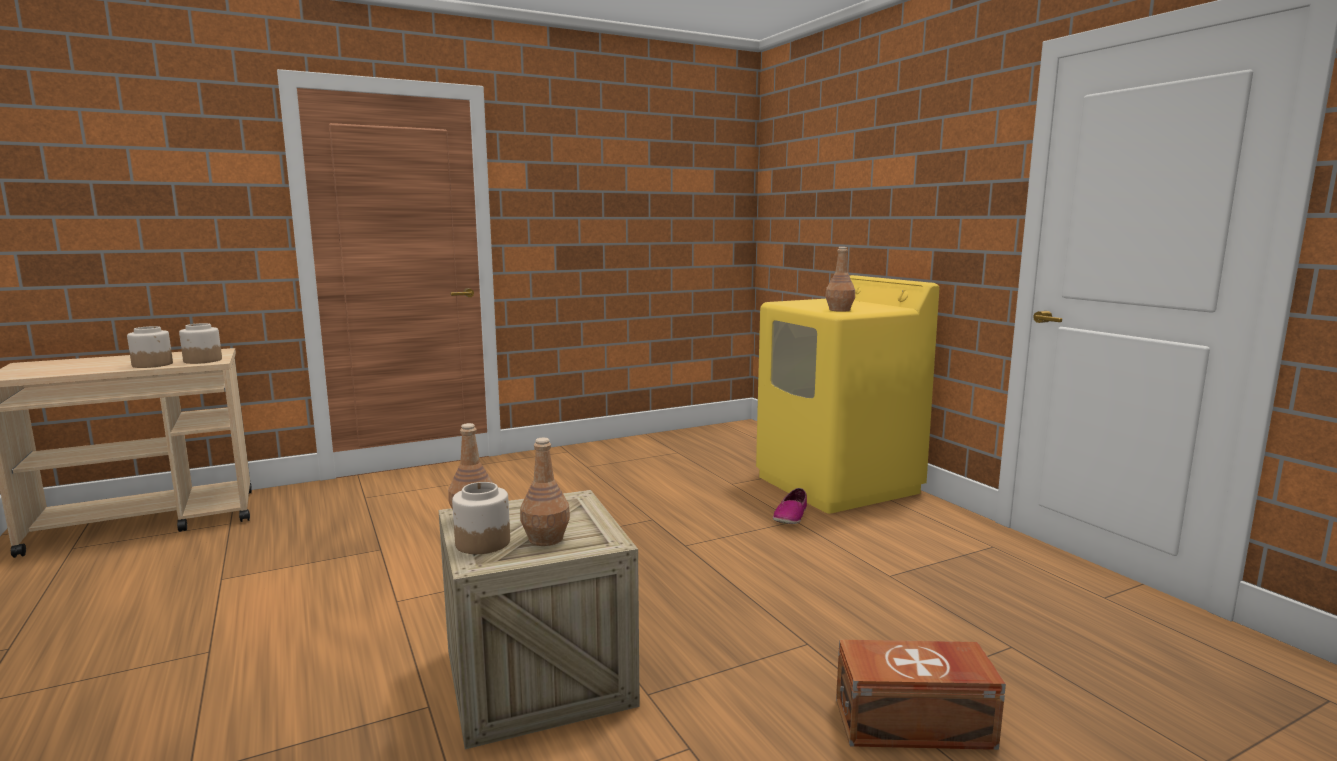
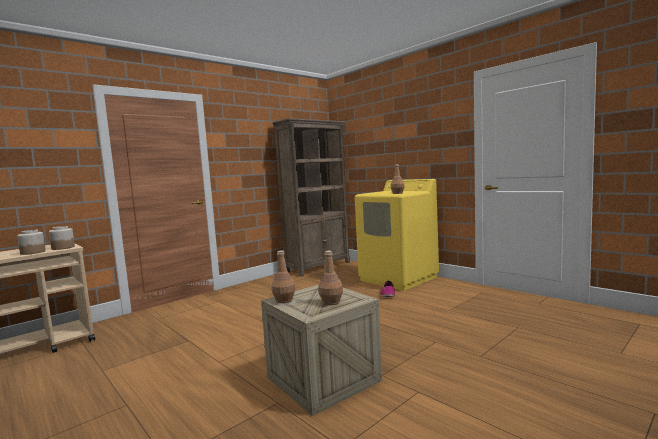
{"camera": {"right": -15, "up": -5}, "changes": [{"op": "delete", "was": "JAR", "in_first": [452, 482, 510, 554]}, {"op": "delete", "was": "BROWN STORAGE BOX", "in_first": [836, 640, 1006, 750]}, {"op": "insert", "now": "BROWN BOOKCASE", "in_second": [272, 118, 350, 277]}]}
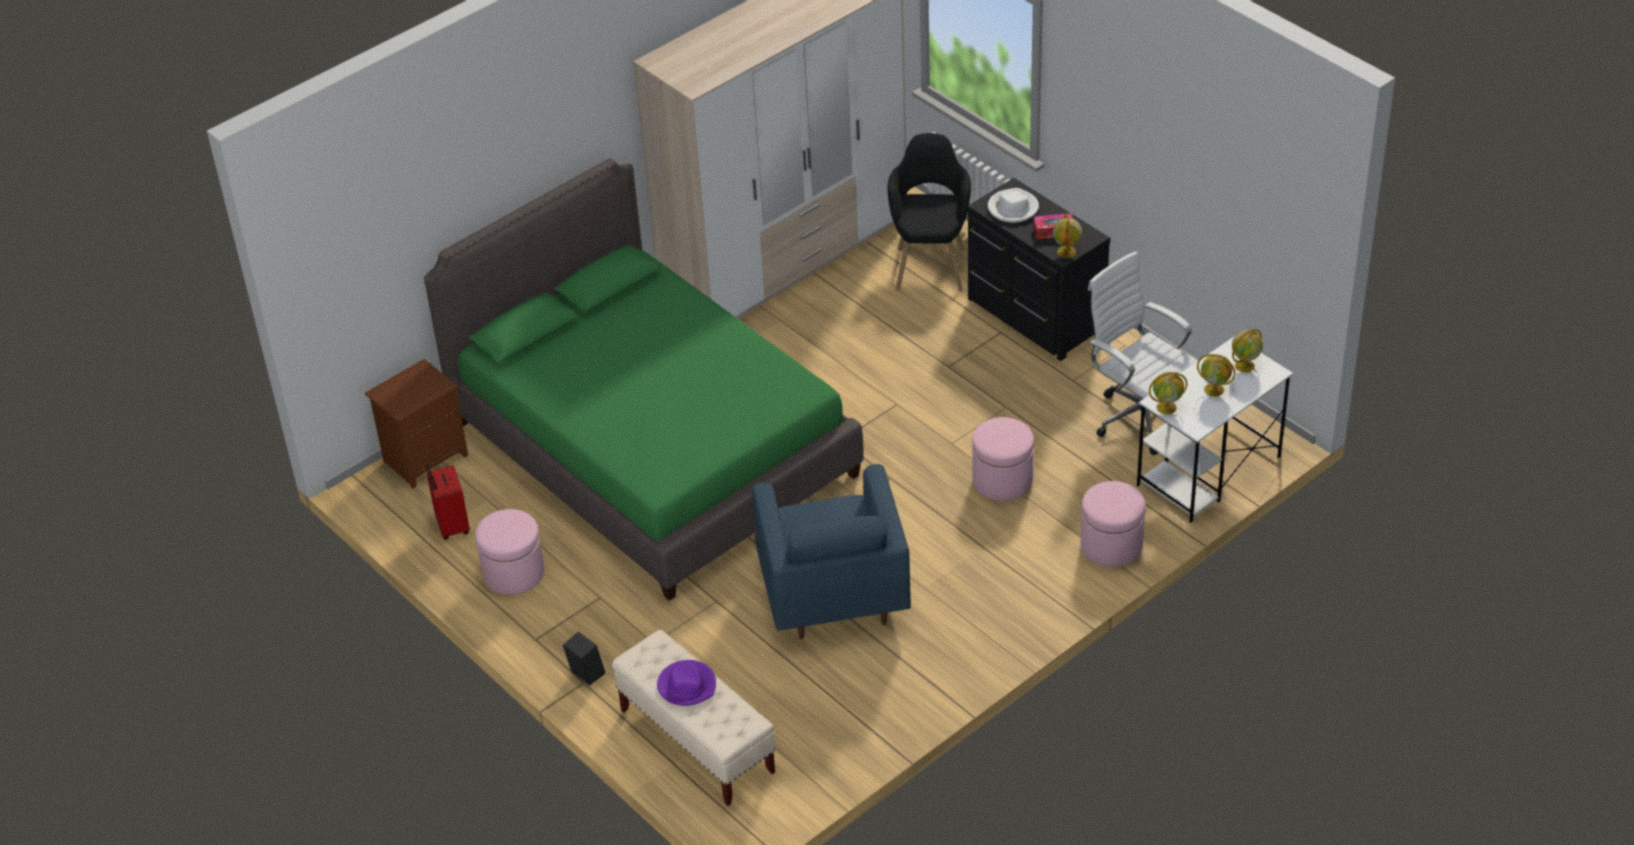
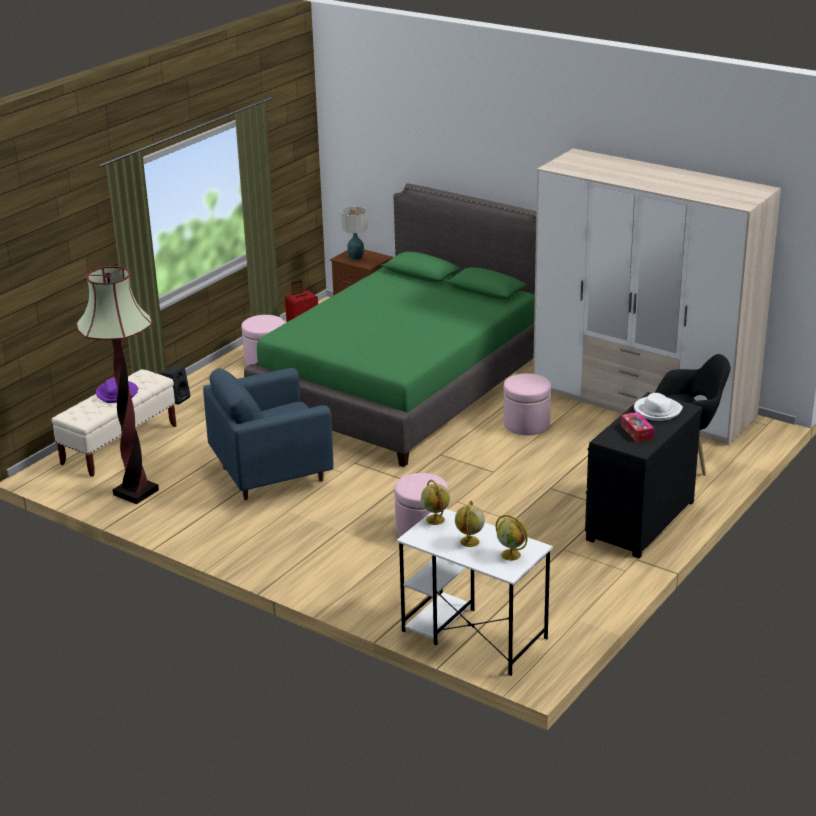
{"camera": {"right": 75, "up": -15}, "changes": [{"op": "delete", "was": "GLOBE", "in_first": [1053, 214, 1082, 258]}, {"op": "move", "was": "PINK OTTOMAN", "in_first": [1081, 481, 1146, 567], "in_second": [503, 373, 551, 435]}, {"op": "delete", "was": "WHITE OFFICE CHAIR", "in_first": [1088, 251, 1198, 455]}, {"op": "insert", "now": "FLOOR LAMP", "in_second": [76, 266, 159, 504]}, {"op": "insert", "now": "TABLE LAMP", "in_second": [341, 206, 368, 260]}]}
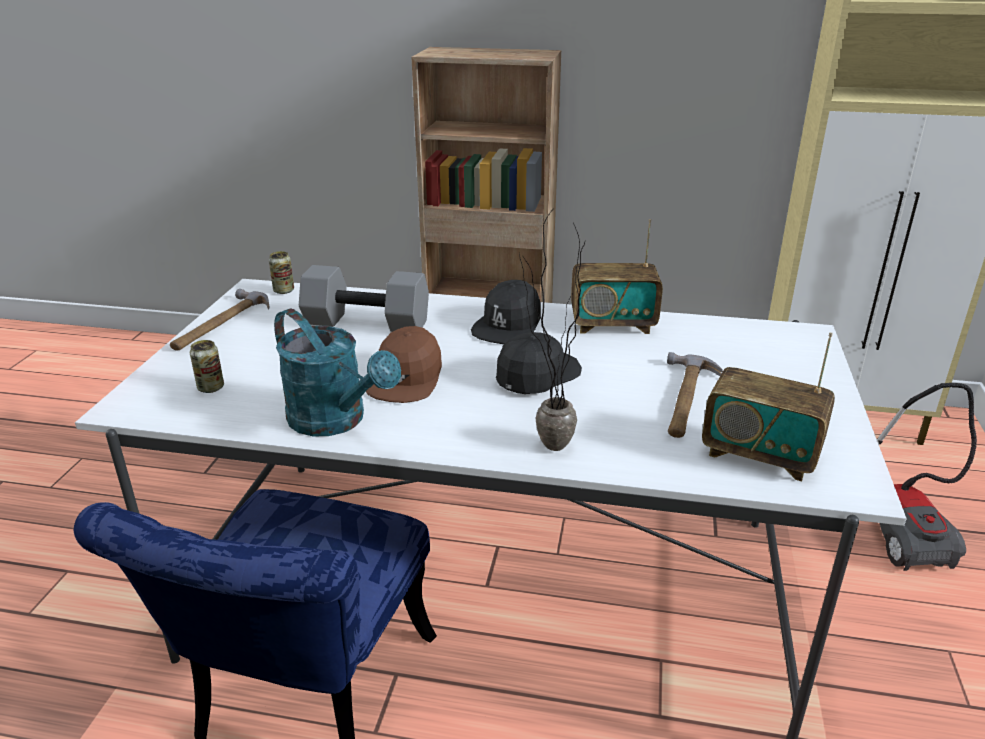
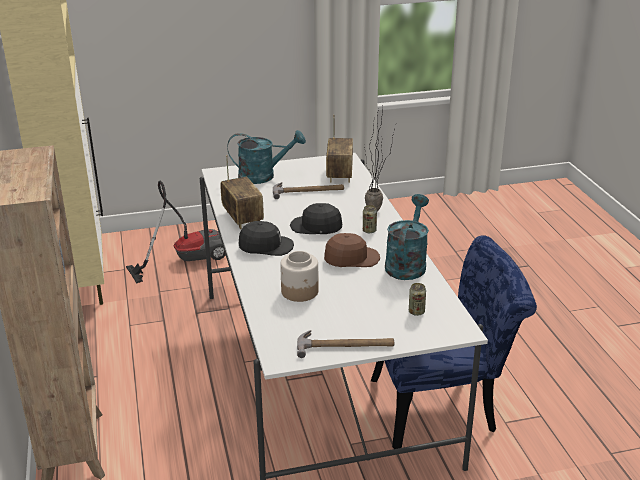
{"camera": {"right": -115, "up": 0}, "changes": [{"op": "move", "was": "CAN", "in_first": [269, 251, 294, 294], "in_second": [363, 205, 377, 233]}, {"op": "replace", "was": "GREY DUMBBELL", "now": "JAR", "in_first": [299, 265, 429, 332], "in_second": [280, 251, 319, 302]}, {"op": "insert", "now": "TURQUOISE WATERING CAN", "in_second": [227, 130, 306, 184]}]}
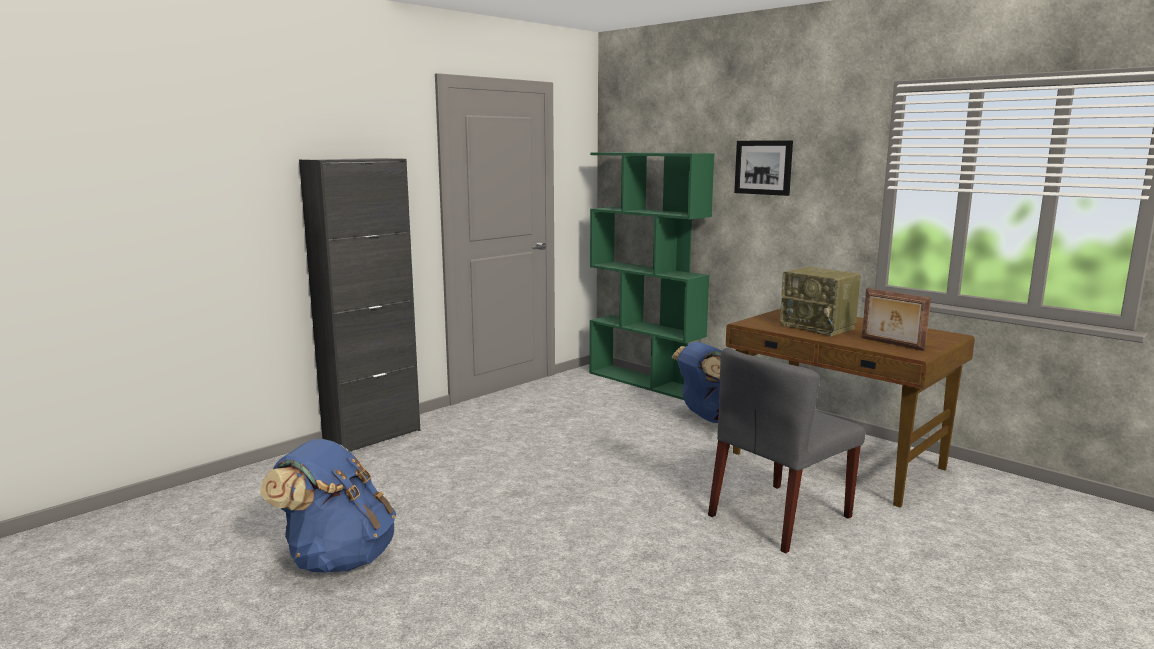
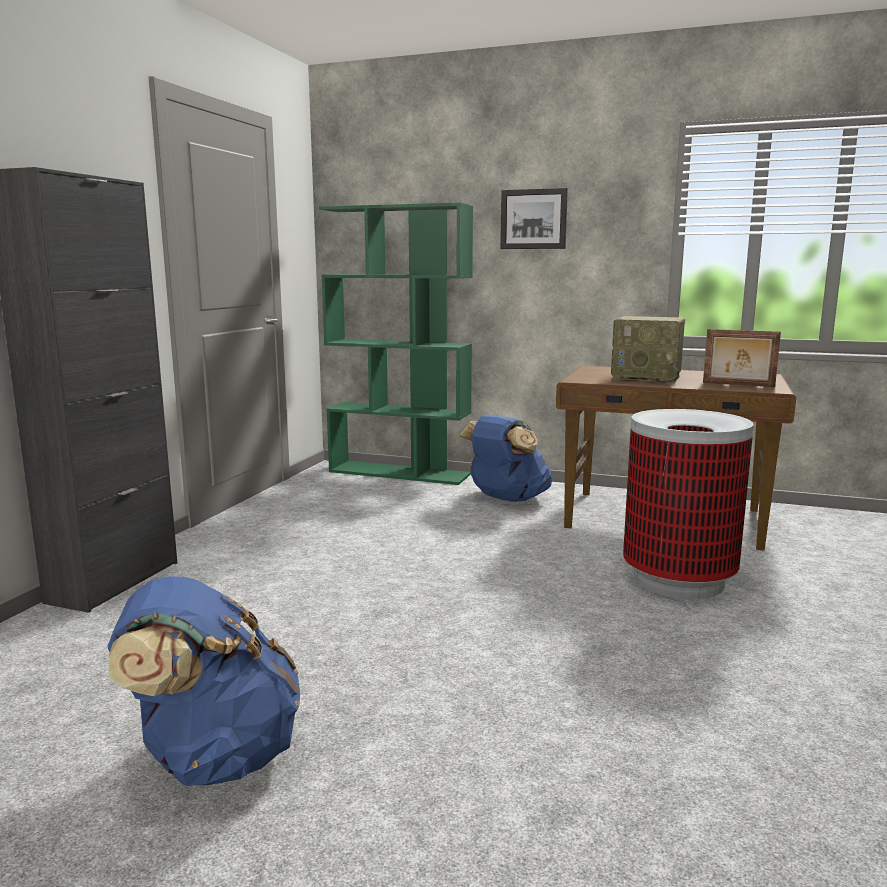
{"camera": {"right": -25, "up": 0}, "changes": [{"op": "replace", "was": "GREY CHAIR", "now": "TRASH CAN", "in_first": [708, 348, 865, 554], "in_second": [623, 409, 754, 599]}]}
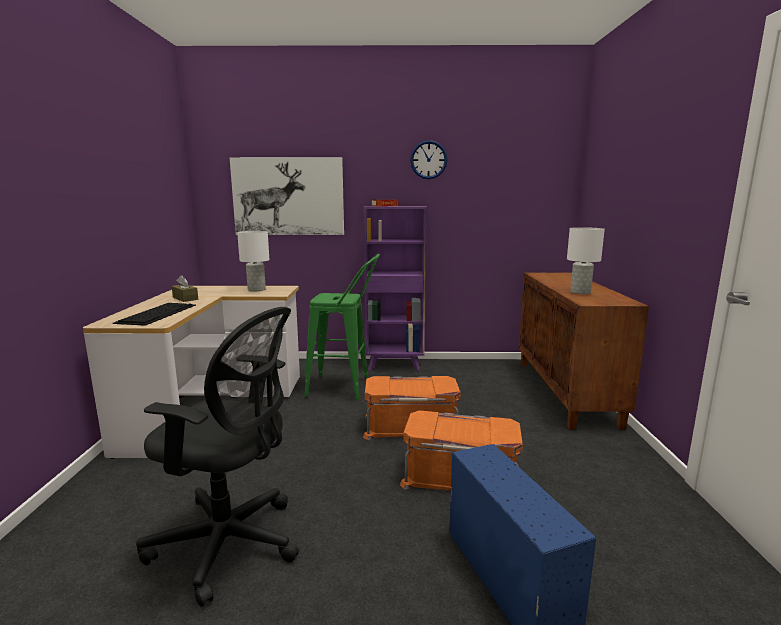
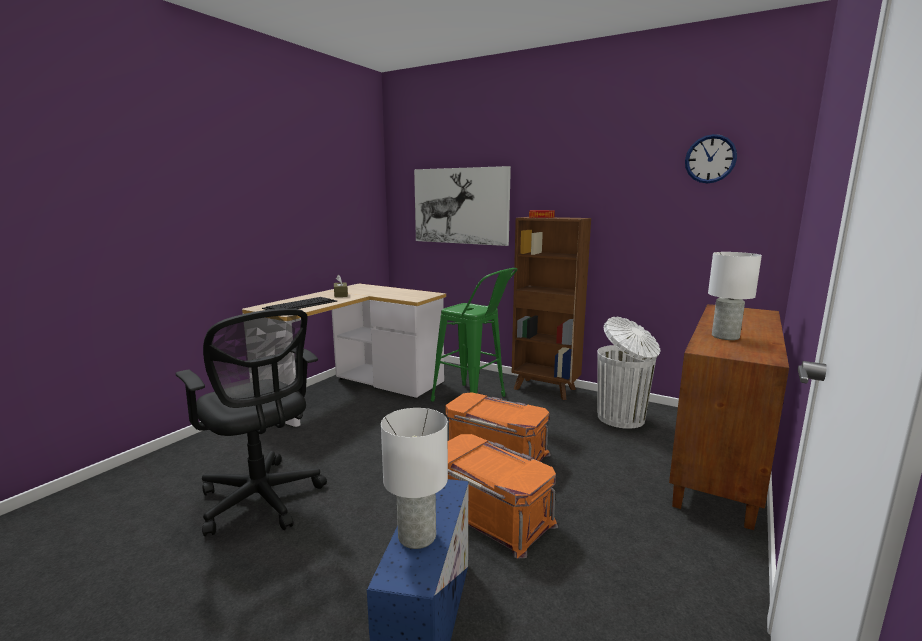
{"camera": {"right": 30, "up": 0}, "changes": [{"op": "move", "was": "WHITE TABLE LAMP", "in_first": [237, 231, 269, 291], "in_second": [381, 408, 448, 549]}, {"op": "recolor", "was": "PURPLE BOOKCASE", "now": "BROWN BOOKCASE", "in_first": [363, 206, 427, 371], "in_second": [512, 217, 591, 400]}, {"op": "move", "was": "WALL CLOCK", "in_first": [410, 140, 447, 179], "in_second": [685, 134, 737, 183]}, {"op": "insert", "now": "WHITE TRASH CAN", "in_second": [597, 317, 660, 429]}]}
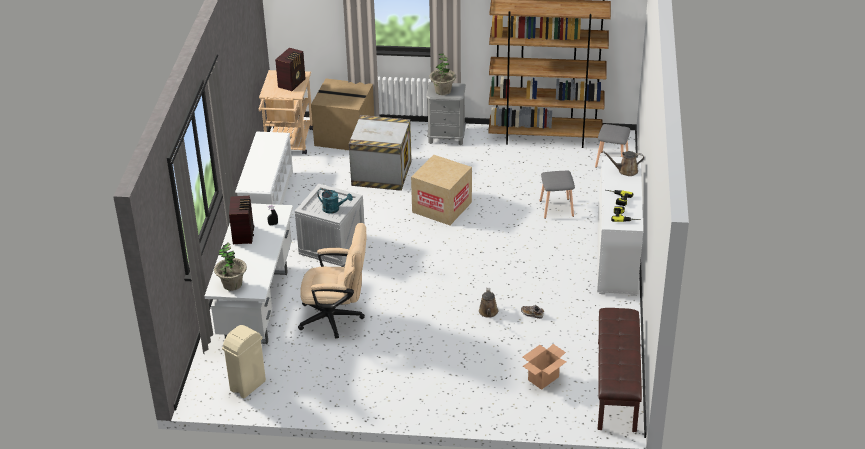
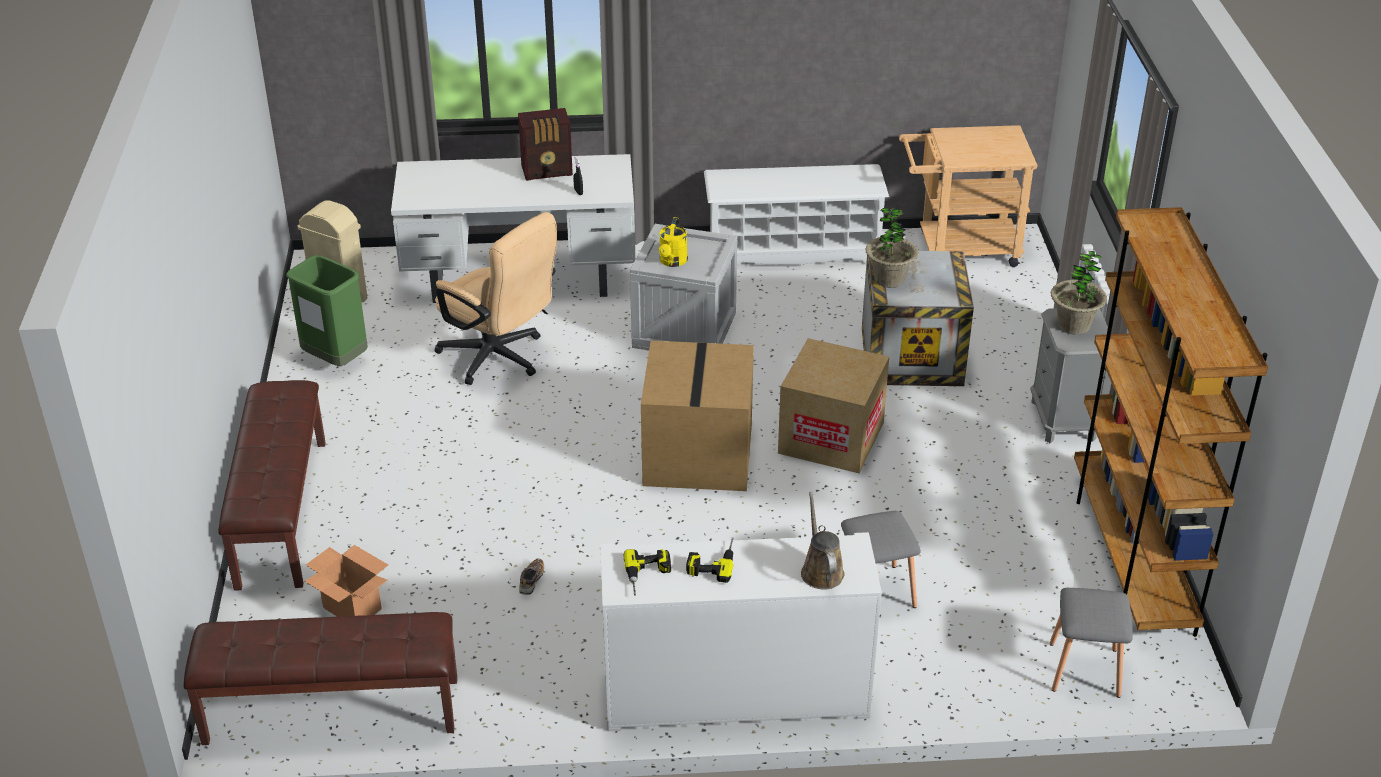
{"camera": {"right": 80, "up": 0}, "changes": [{"op": "move", "was": "POTTED PLANT", "in_first": [214, 242, 247, 291], "in_second": [865, 208, 919, 288]}, {"op": "delete", "was": "RADIO", "in_first": [275, 48, 306, 91]}, {"op": "rotate", "was": "BEIGE OFFICE CHAIR", "in_first": [298, 223, 366, 339], "in_second": [434, 212, 557, 385], "clockwise": -45}, {"op": "move", "was": "CARDBOARD BOX", "in_first": [311, 79, 374, 150], "in_second": [641, 341, 754, 491]}, {"op": "recolor", "was": "TURQUOISE WATERING CAN", "now": "YELLOW WATERING CAN", "in_first": [317, 189, 353, 214], "in_second": [659, 217, 688, 267]}, {"op": "delete", "was": "BROWN WATERING CAN", "in_first": [479, 288, 498, 318]}, {"op": "insert", "now": "BROWN BENCH", "in_second": [218, 380, 326, 591]}, {"op": "insert", "now": "GREEN TRASH CAN", "in_second": [286, 255, 368, 366]}]}
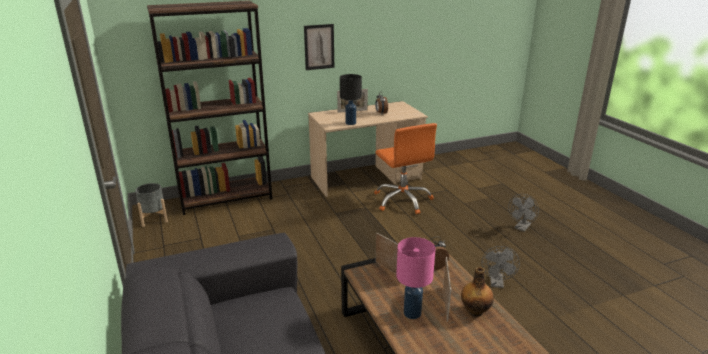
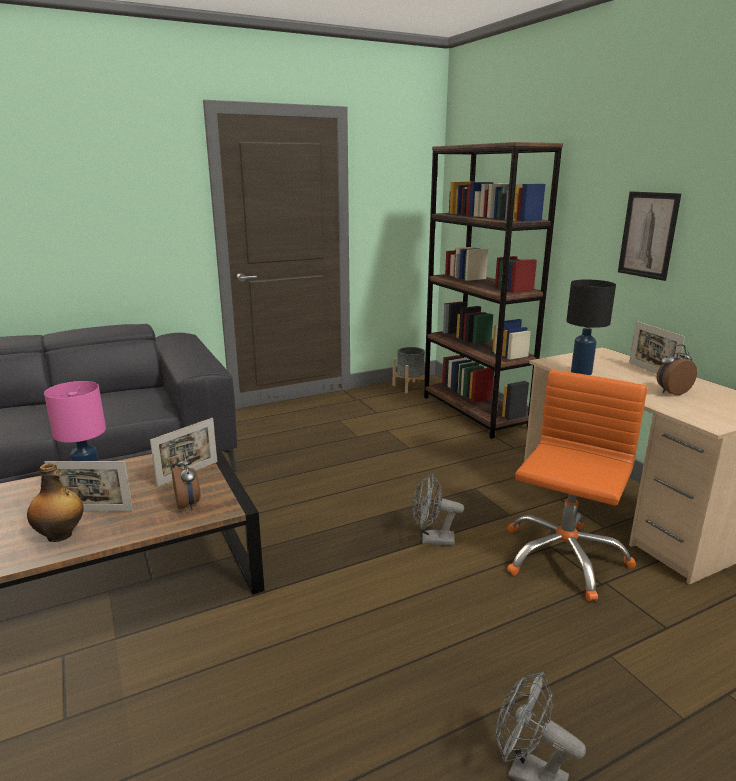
{"camera": {"right": 85, "up": -5}, "changes": [{"op": "rotate", "was": "ORANGE OFFICE CHAIR", "in_first": [374, 123, 437, 214], "in_second": [507, 370, 648, 601], "clockwise": 150}, {"op": "move", "was": "GREY FAN", "in_first": [482, 246, 520, 288], "in_second": [412, 474, 464, 546]}]}
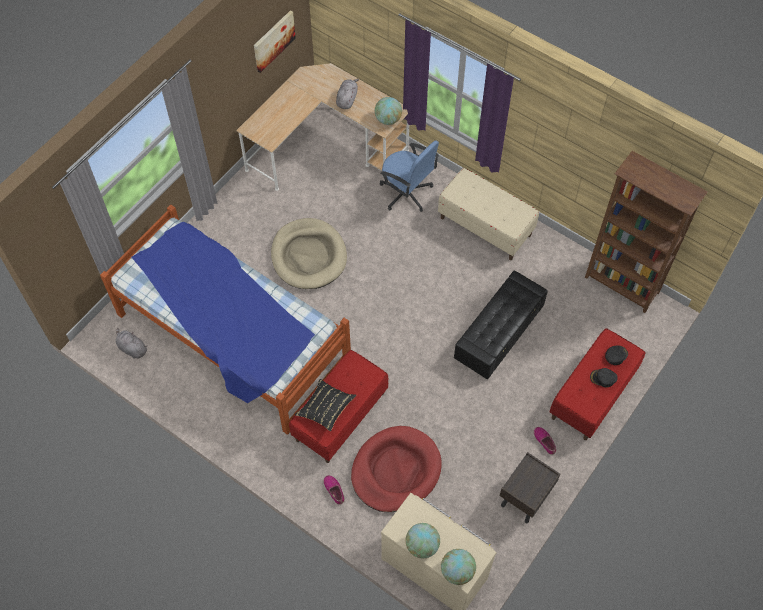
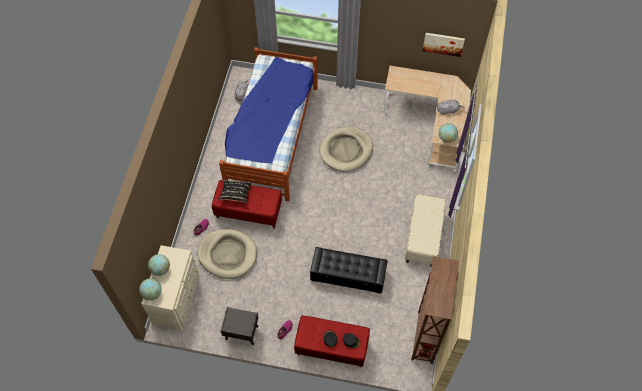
{"camera": {"right": 65, "up": 0}, "changes": [{"op": "recolor", "was": "RED DOG BED", "now": "BEIGE DOG BED", "in_first": [351, 426, 442, 512], "in_second": [197, 229, 257, 279]}, {"op": "delete", "was": "BLUE OFFICE CHAIR", "in_first": [380, 141, 439, 212]}]}
